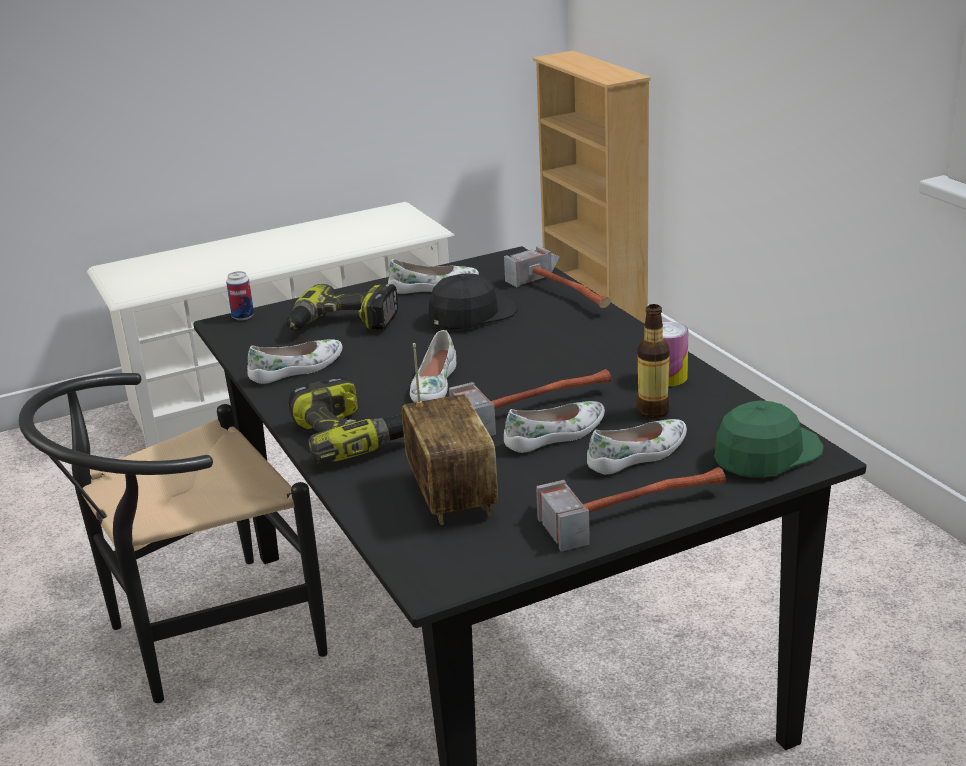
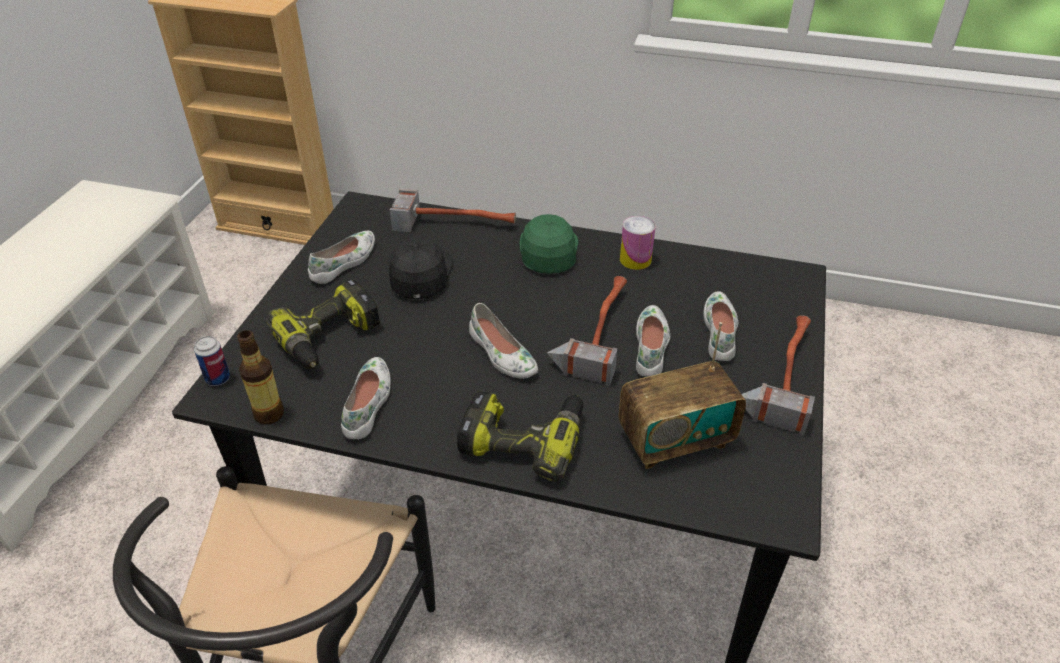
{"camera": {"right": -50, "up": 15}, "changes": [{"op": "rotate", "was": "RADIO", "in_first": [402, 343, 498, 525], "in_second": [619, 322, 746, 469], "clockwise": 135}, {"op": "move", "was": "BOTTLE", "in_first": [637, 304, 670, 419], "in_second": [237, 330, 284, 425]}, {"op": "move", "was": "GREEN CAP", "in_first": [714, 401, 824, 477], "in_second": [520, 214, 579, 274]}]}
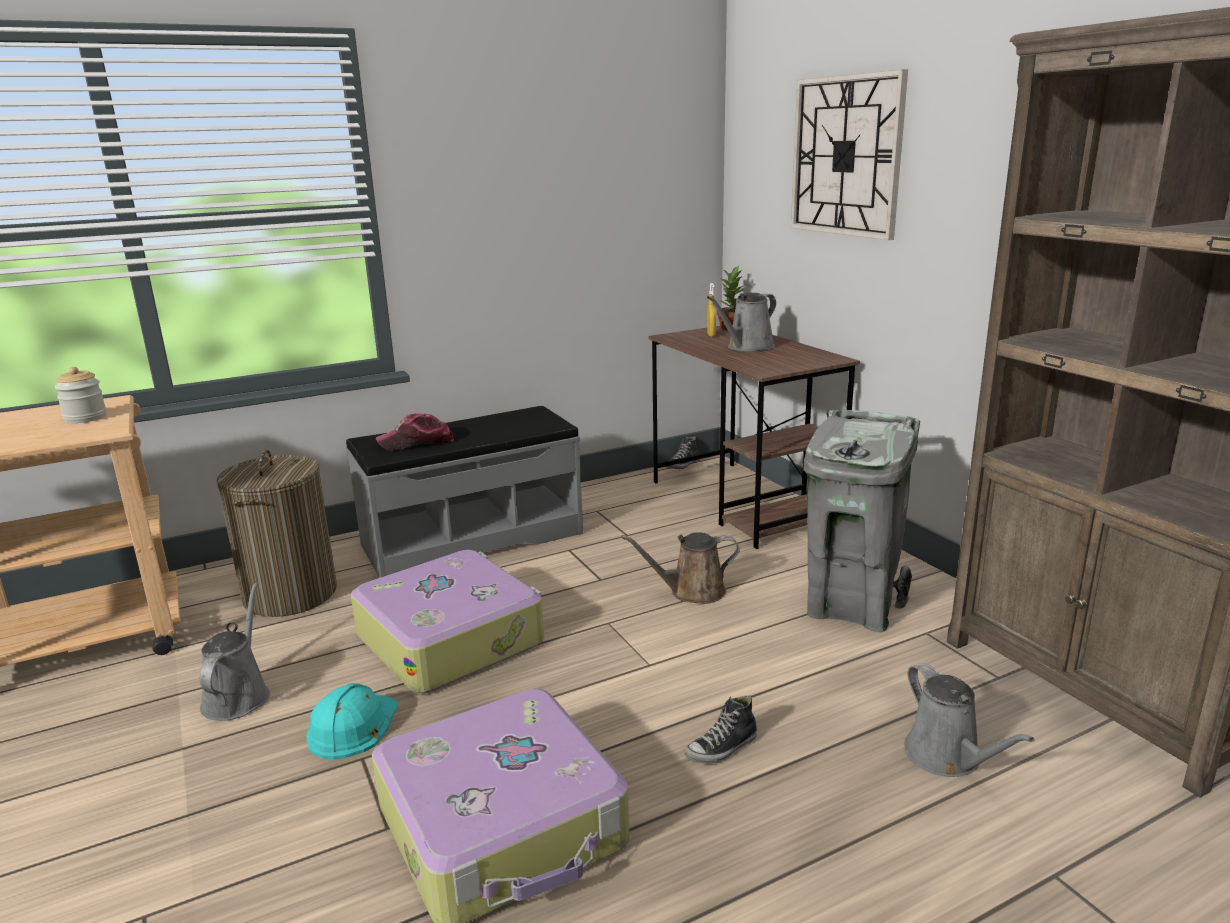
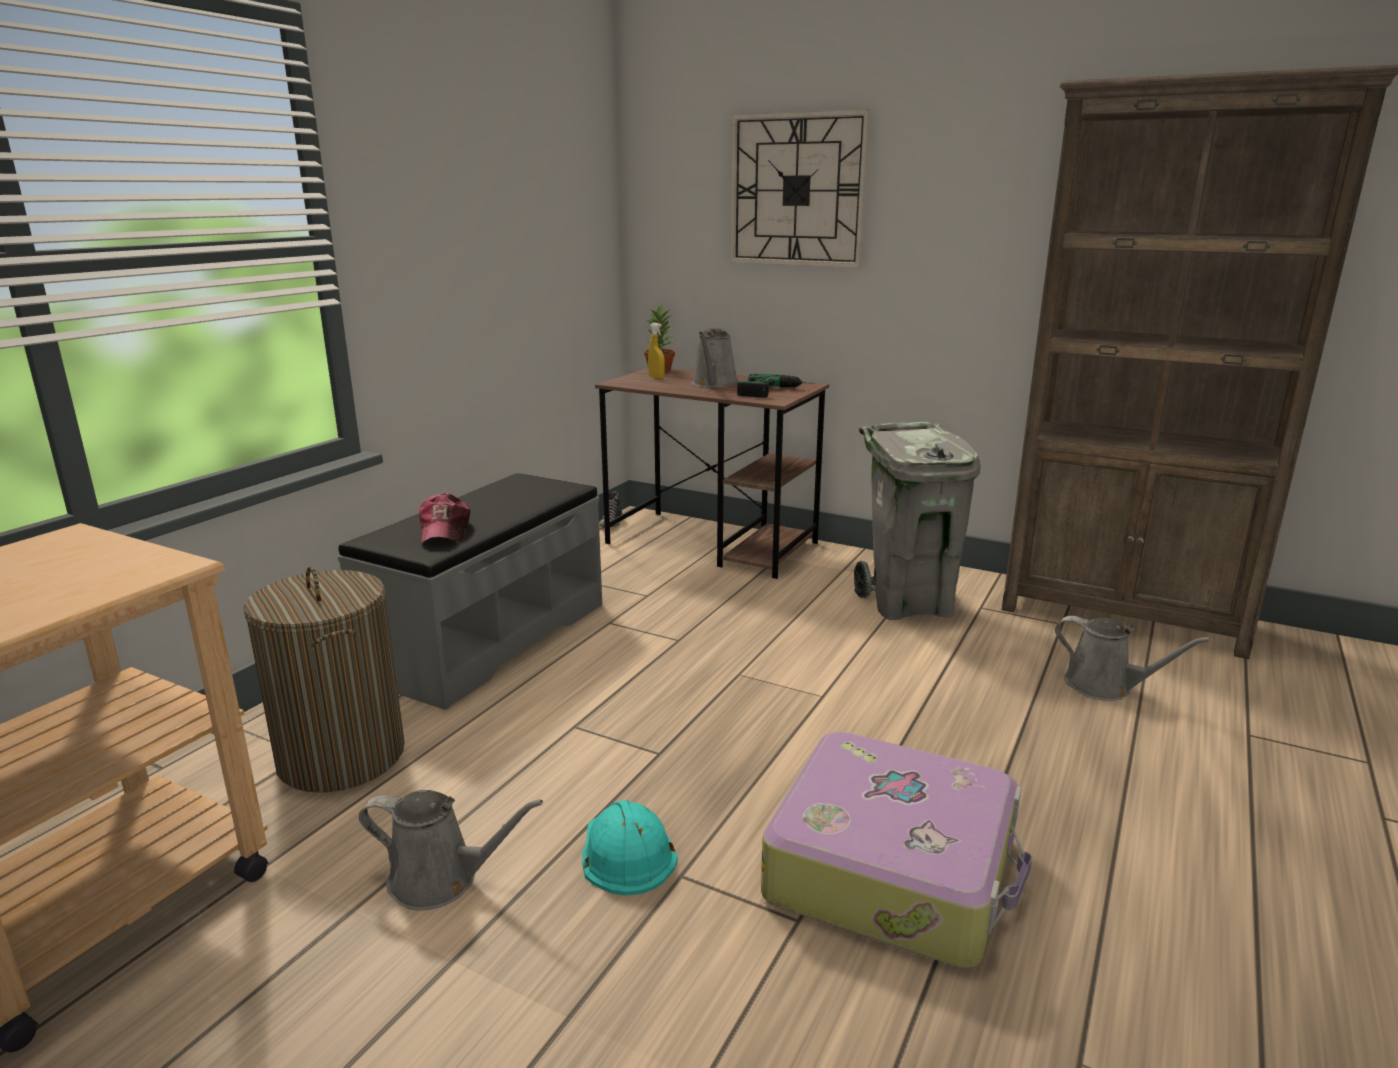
{"camera": {"right": -35, "up": 0}, "changes": [{"op": "delete", "was": "JAR", "in_first": [55, 367, 107, 423]}, {"op": "rotate", "was": "GREY WATERING CAN", "in_first": [200, 583, 270, 721], "in_second": [359, 790, 543, 910], "clockwise": 135}, {"op": "delete", "was": "SUITCASE", "in_first": [351, 550, 544, 693]}, {"op": "rotate", "was": "CAP", "in_first": [376, 413, 454, 451], "in_second": [419, 493, 470, 543], "clockwise": -45}, {"op": "delete", "was": "BROWN WATERING CAN", "in_first": [621, 532, 740, 604]}, {"op": "delete", "was": "SHOE", "in_first": [684, 695, 757, 763]}, {"op": "insert", "now": "POWER DRILL", "in_second": [737, 374, 814, 397]}]}
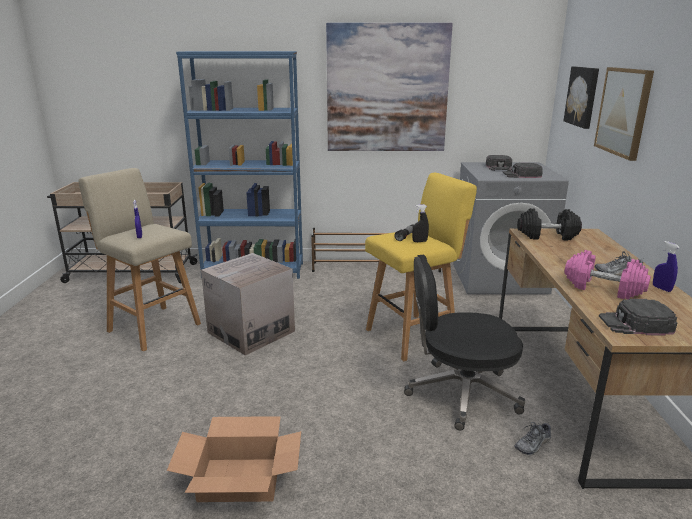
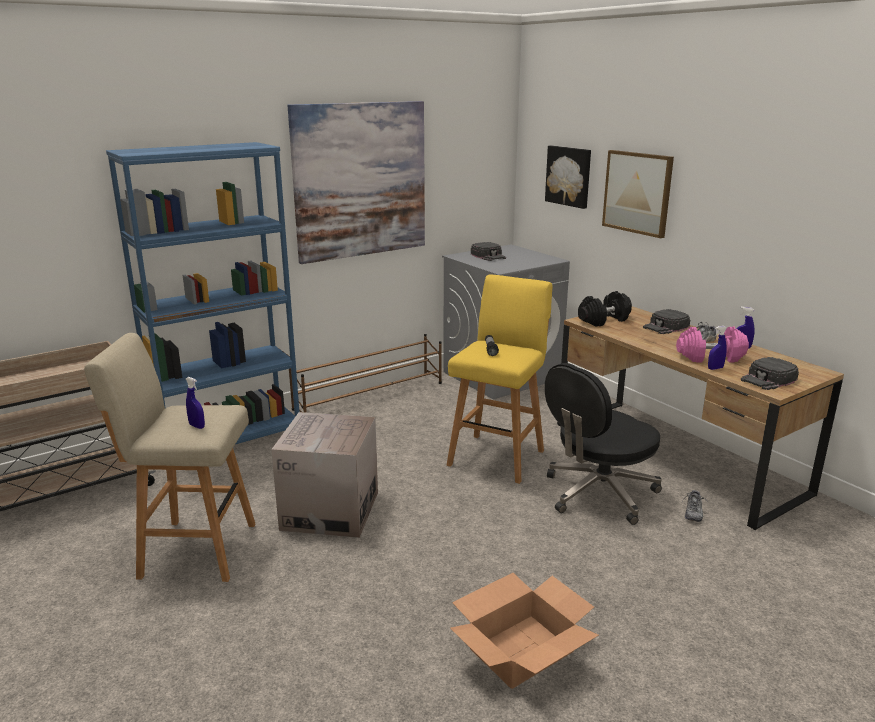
{"camera": {"right": -35, "up": 0}, "changes": [{"op": "delete", "was": "BLACK SPRAY BOTTLE", "in_first": [412, 204, 429, 242]}, {"op": "move", "was": "BLACK CAP", "in_first": [502, 163, 543, 178], "in_second": [643, 309, 690, 334]}, {"op": "insert", "now": "BLUE SPRAY BOTTLE", "in_second": [708, 326, 727, 370]}]}
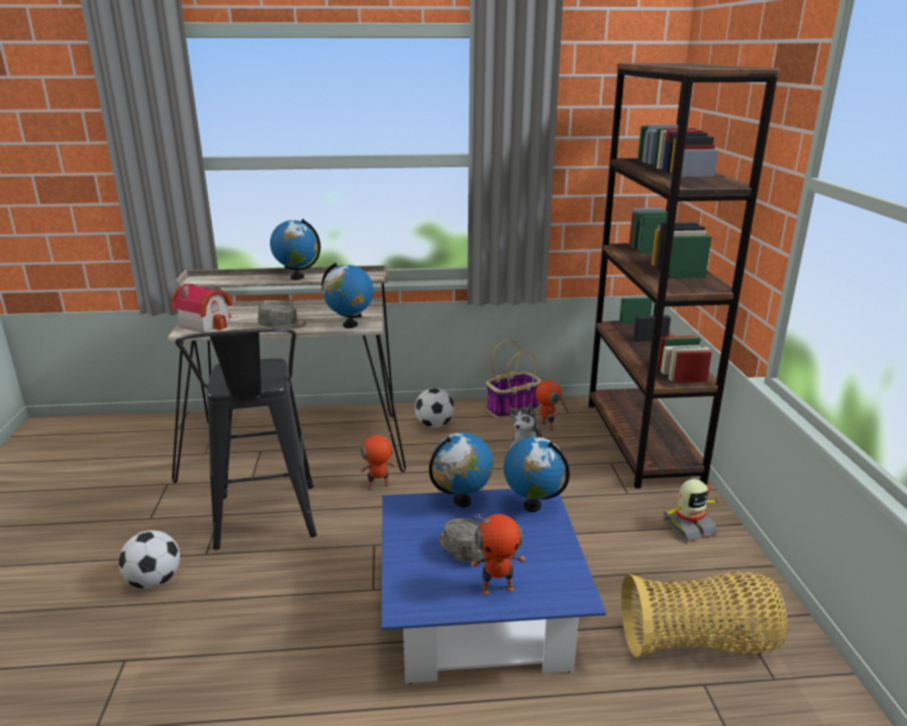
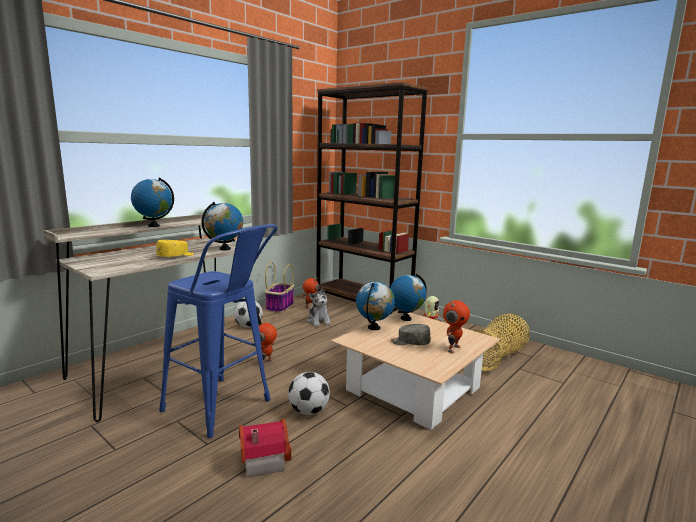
{"camera": {"right": -45, "up": -10}, "changes": [{"op": "move", "was": "FOOTBALL", "in_first": [119, 530, 180, 589], "in_second": [288, 372, 330, 415]}, {"op": "move", "was": "TOY HOUSE", "in_first": [171, 284, 233, 333], "in_second": [239, 419, 291, 477]}, {"op": "recolor", "was": "BLACK STOOL", "now": "BLUE STOOL", "in_first": [175, 328, 317, 550], "in_second": [159, 224, 278, 438]}, {"op": "recolor", "was": "GREY CAP", "now": "YELLOW CAP", "in_first": [258, 302, 306, 328], "in_second": [156, 240, 194, 257]}, {"op": "recolor", "was": "BLUE COFFEE TABLE", "now": "BEIGE COFFEE TABLE", "in_first": [382, 489, 606, 684], "in_second": [331, 310, 500, 430]}]}
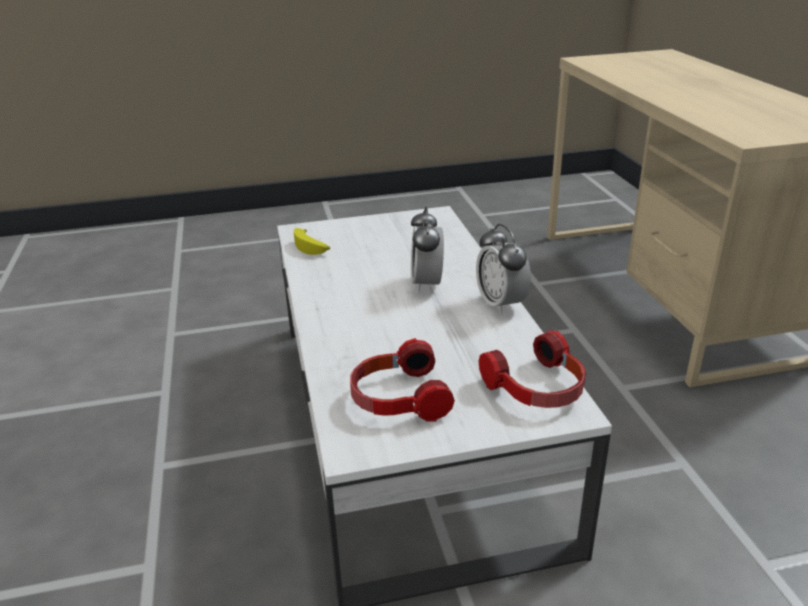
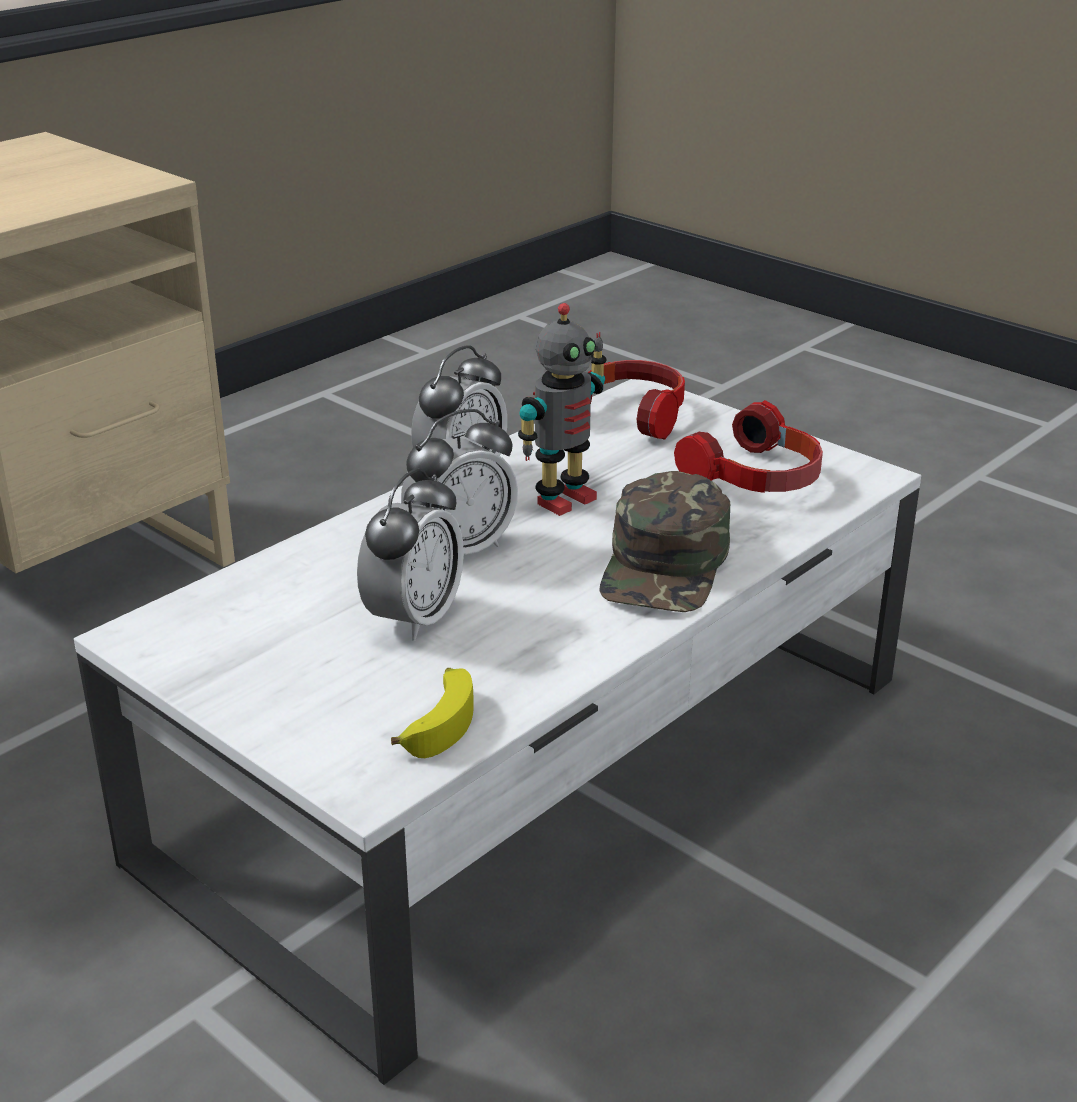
{"camera": {"right": -125, "up": 0}, "changes": [{"op": "insert", "now": "ALARM CLOCK", "in_second": [357, 468, 464, 641]}, {"op": "insert", "now": "TOY ROBOT", "in_second": [518, 303, 607, 516]}, {"op": "insert", "now": "GREEN CAP", "in_second": [599, 471, 730, 612]}]}
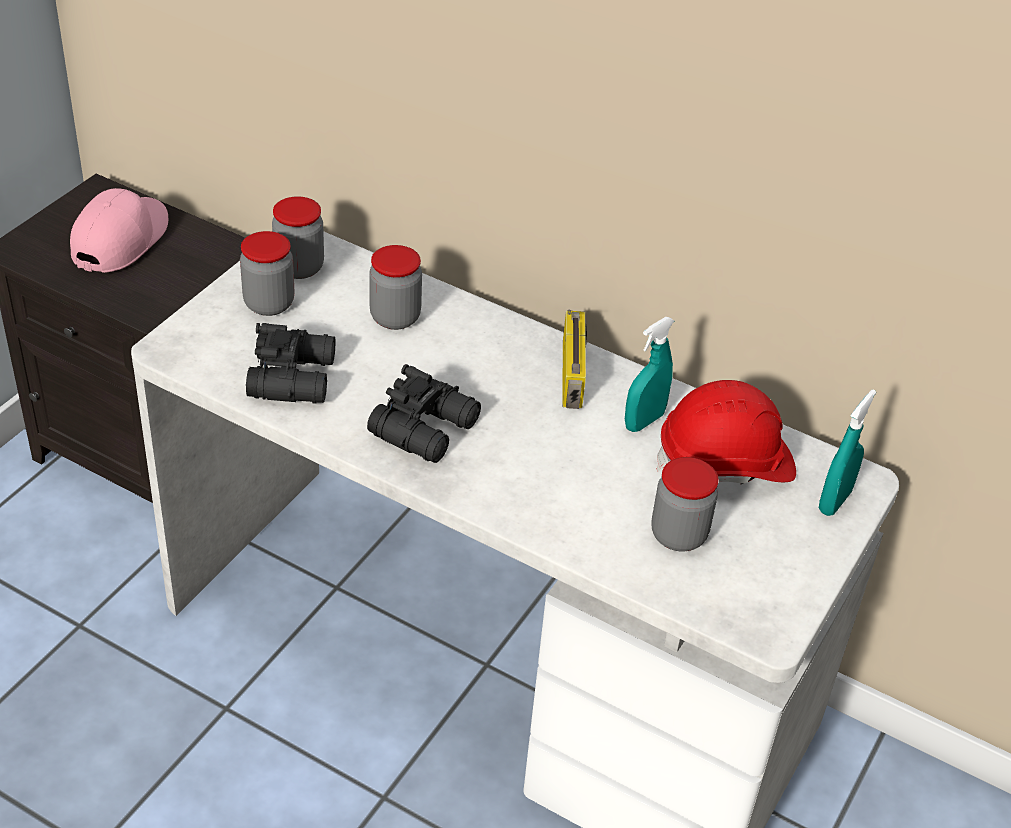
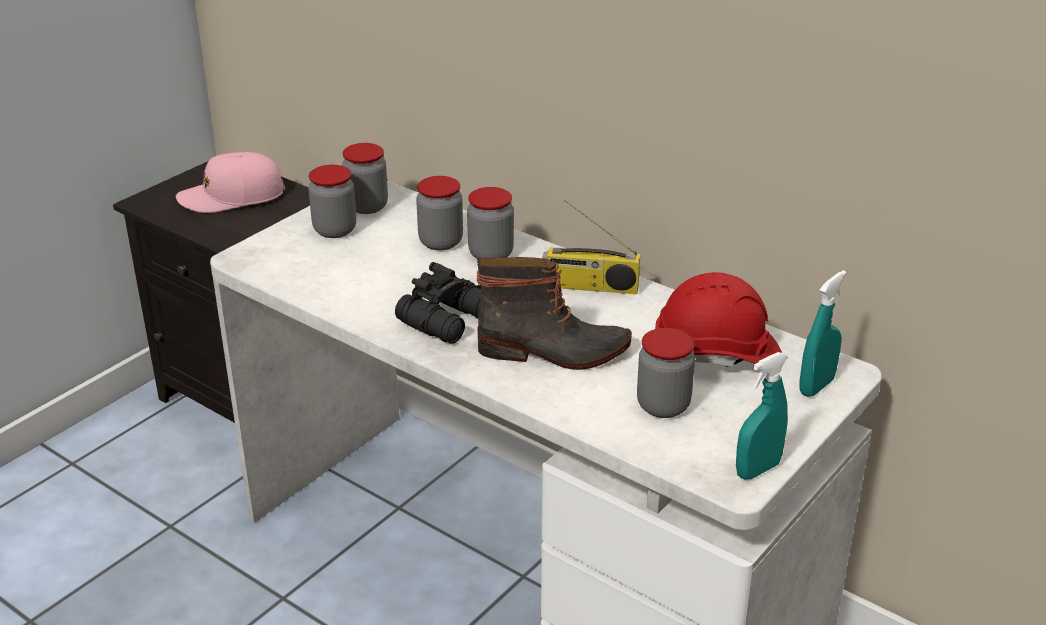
{"camera": {"right": 10, "up": -10}, "changes": [{"op": "rotate", "was": "PINK CAP", "in_first": [70, 188, 168, 273], "in_second": [176, 152, 285, 213], "clockwise": -135}, {"op": "delete", "was": "BLACK BINOCULARS", "in_first": [246, 323, 335, 404]}, {"op": "rotate", "was": "RADIO", "in_first": [562, 310, 587, 409], "in_second": [542, 200, 640, 294], "clockwise": 90}, {"op": "move", "was": "TURQUOISE SPRAY BOTTLE", "in_first": [625, 317, 674, 432], "in_second": [736, 352, 788, 480]}, {"op": "insert", "now": "JAR", "in_second": [467, 187, 514, 260]}, {"op": "insert", "now": "BOOT", "in_second": [477, 257, 632, 370]}]}
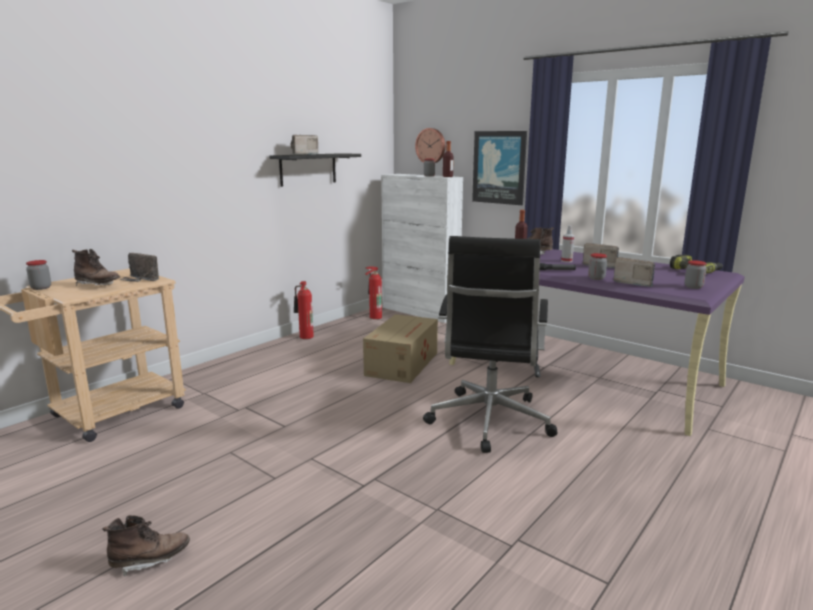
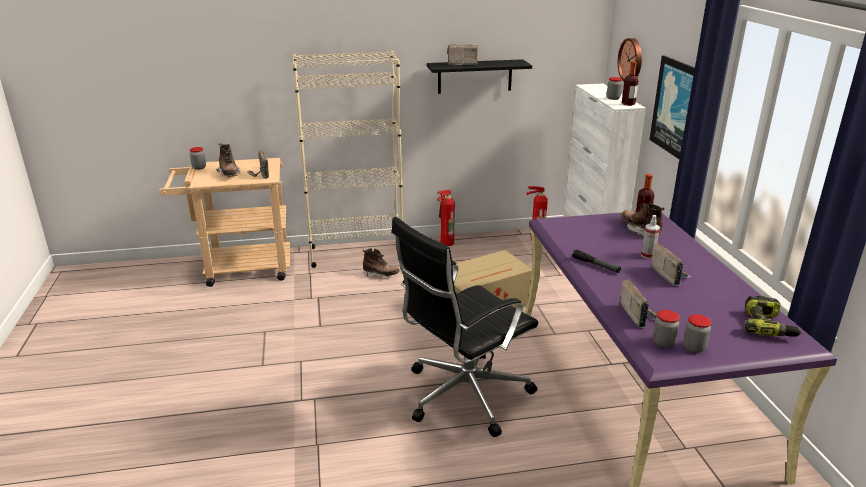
{"camera": {"right": 40, "up": 10}, "changes": [{"op": "move", "was": "BROWN BOOT", "in_first": [102, 515, 190, 576], "in_second": [362, 248, 400, 277]}, {"op": "move", "was": "JAR", "in_first": [588, 253, 607, 280], "in_second": [652, 310, 680, 348]}, {"op": "insert", "now": "BEIGE BOOKCASE", "in_second": [293, 51, 403, 268]}]}
